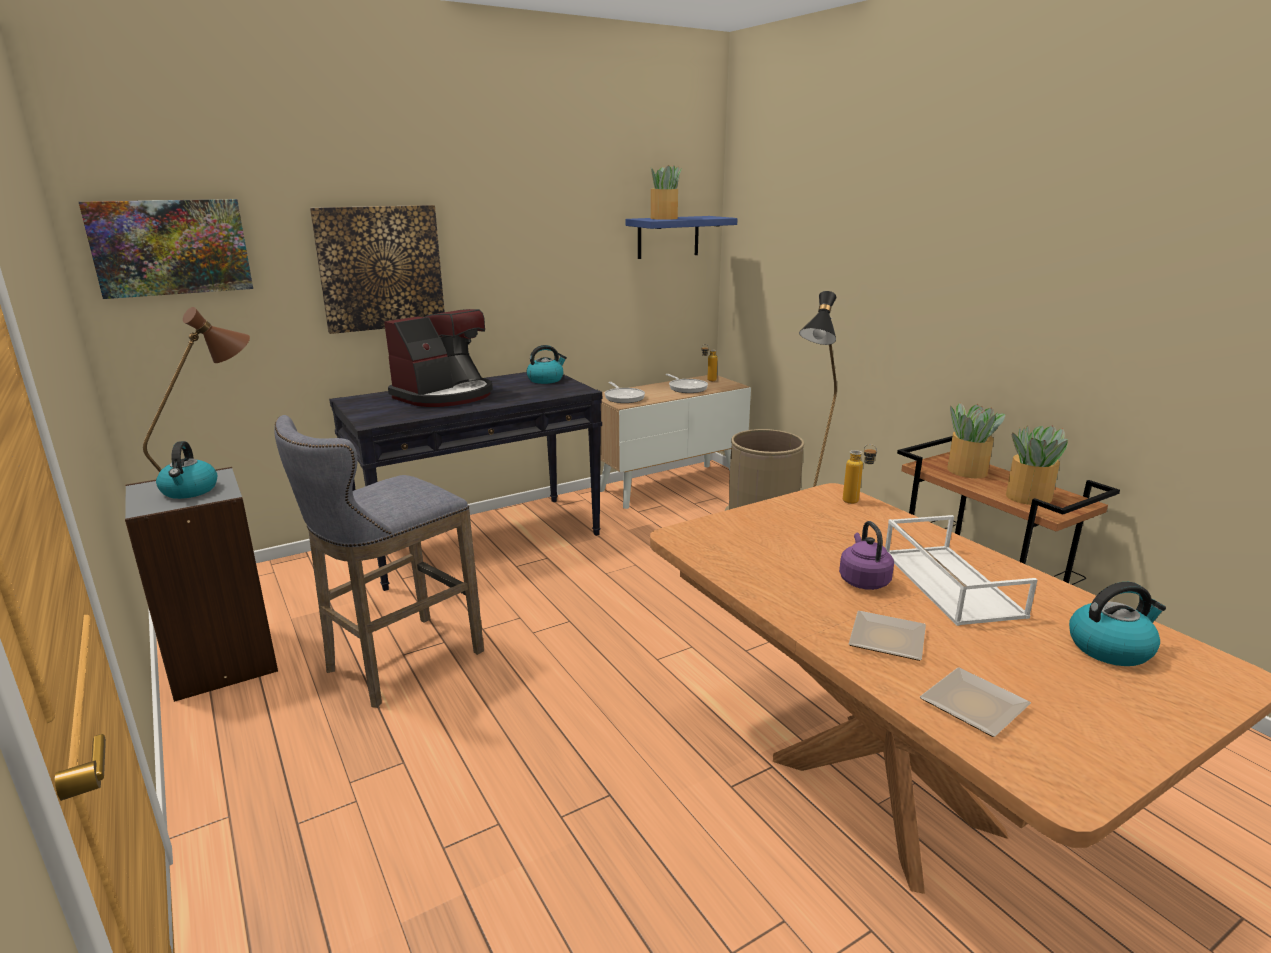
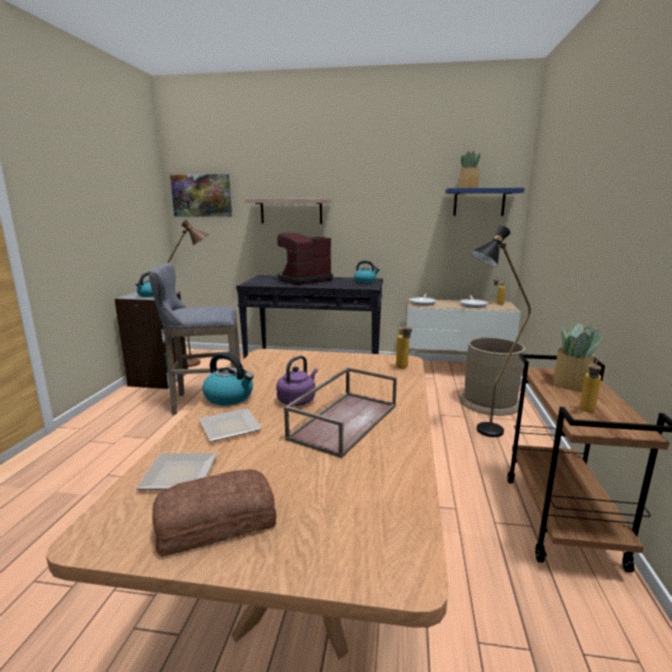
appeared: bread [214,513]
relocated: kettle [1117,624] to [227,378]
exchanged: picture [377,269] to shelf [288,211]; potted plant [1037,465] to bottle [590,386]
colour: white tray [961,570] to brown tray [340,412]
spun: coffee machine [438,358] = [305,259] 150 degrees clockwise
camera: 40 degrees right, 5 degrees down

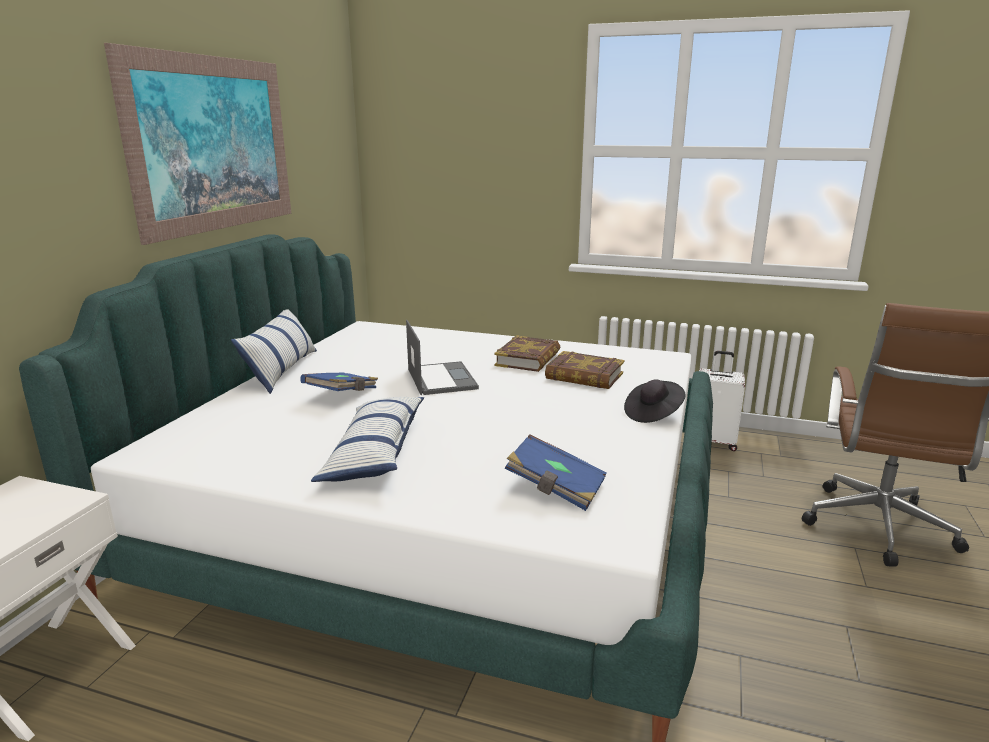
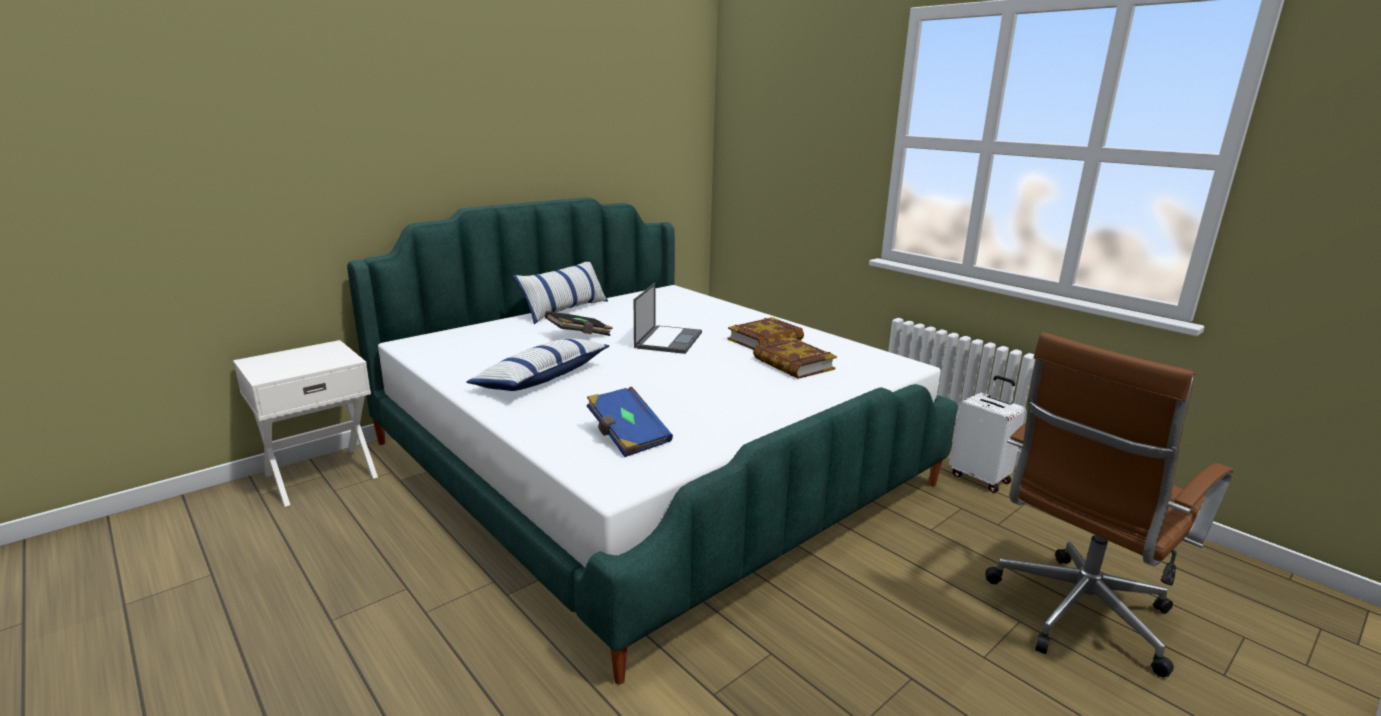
missing: picture [197,144]; black hat [654,401]
colour: blue book [339,382] to black book [579,323]
camera: 30 degrees right, 0 degrees up

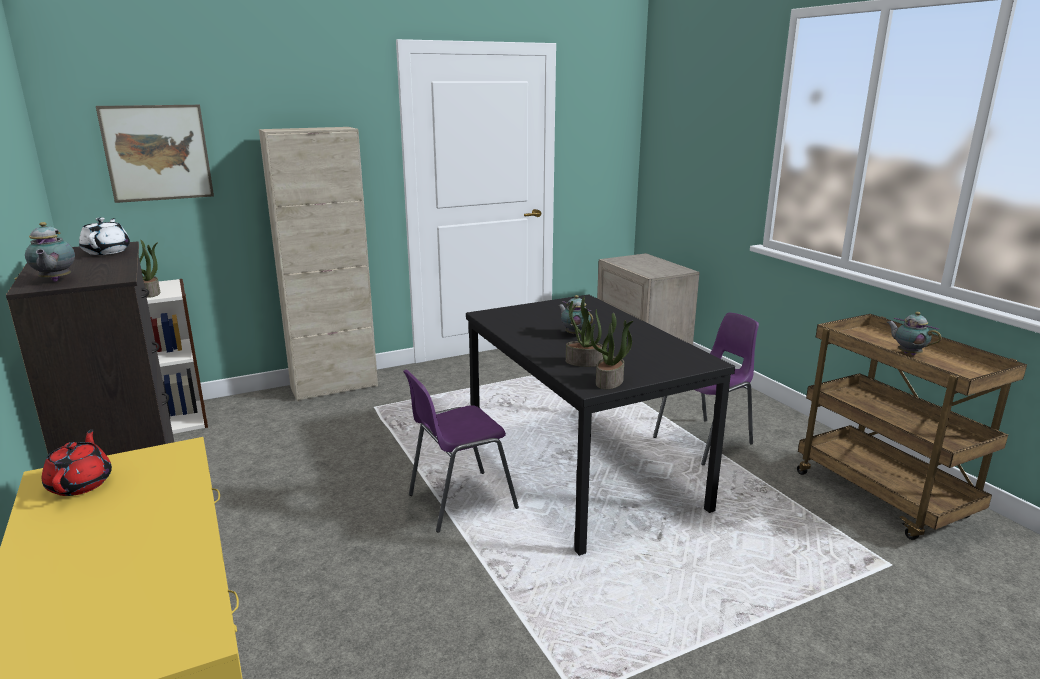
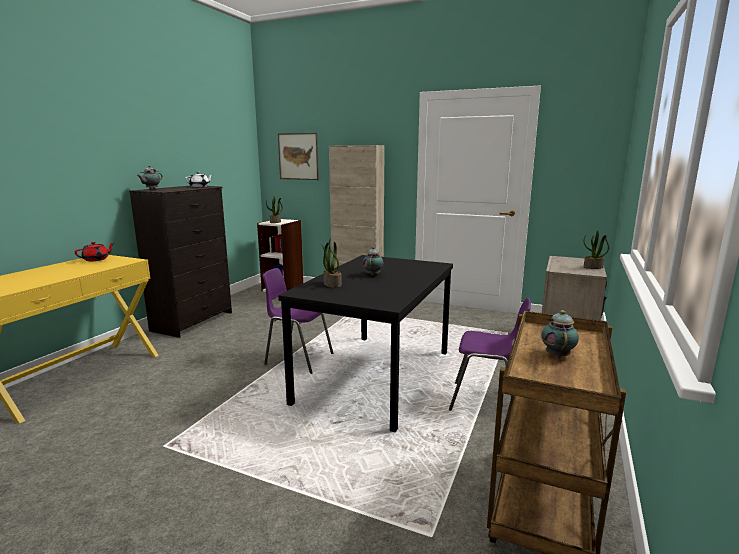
relocated: potted plant [611,351] to [596,249]
camera: 50 degrees right, 5 degrees down

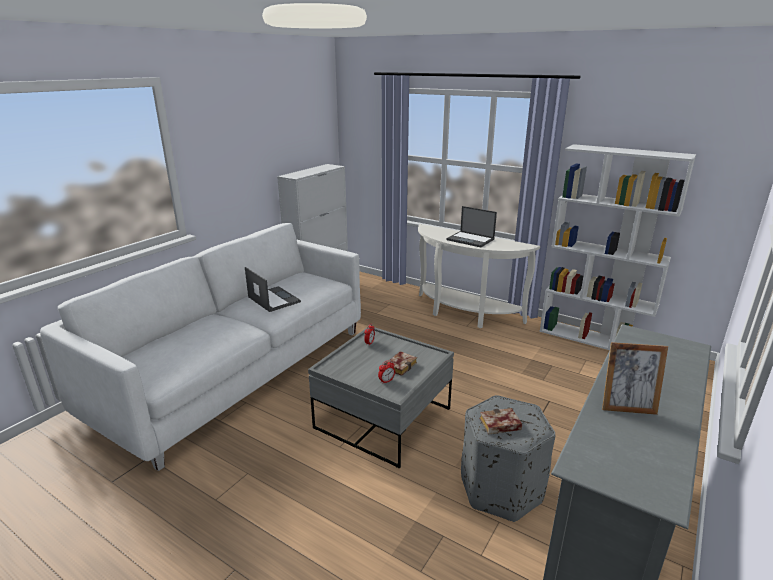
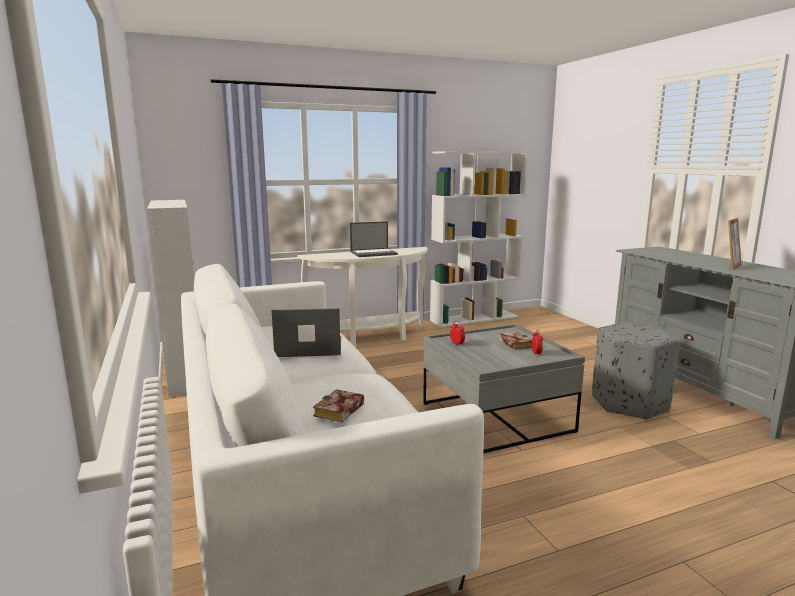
relocated: book [500,421] to [338,406]
camera: 55 degrees left, 10 degrees down

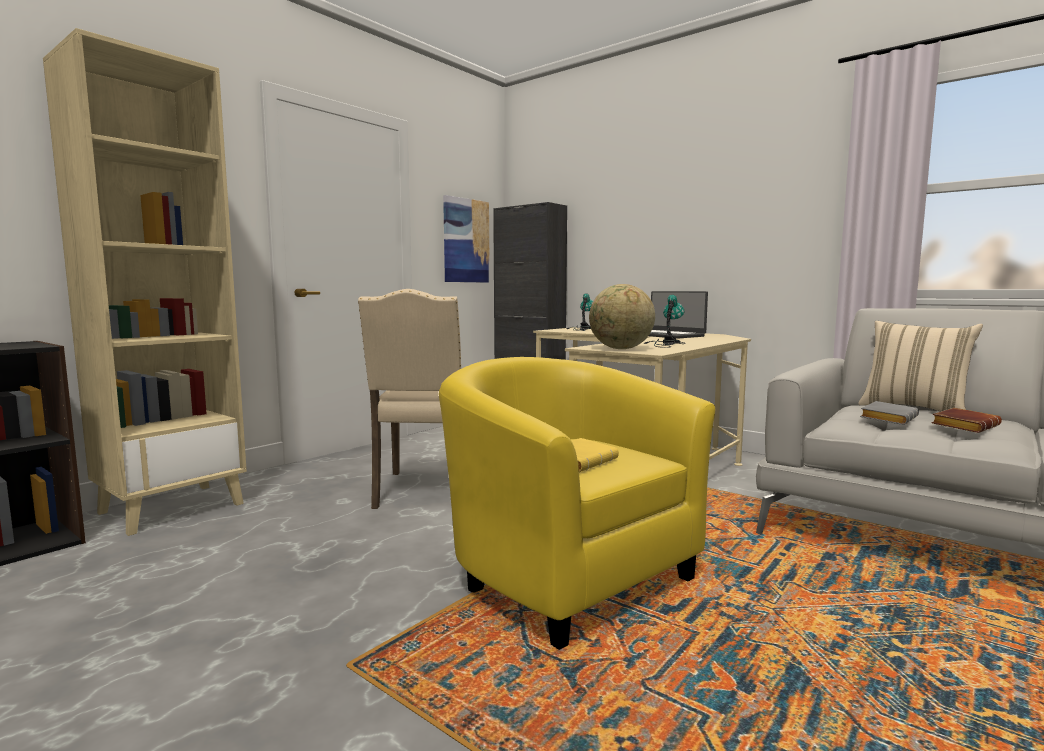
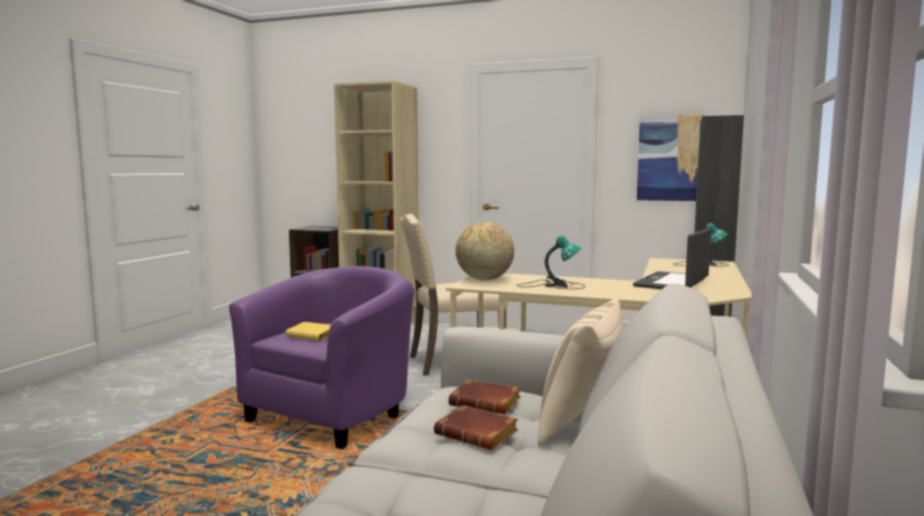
colour: yellow armchair [577,503] to purple armchair [321,357]; grey book [889,413] to brown book [484,397]
camera: 70 degrees right, 0 degrees up

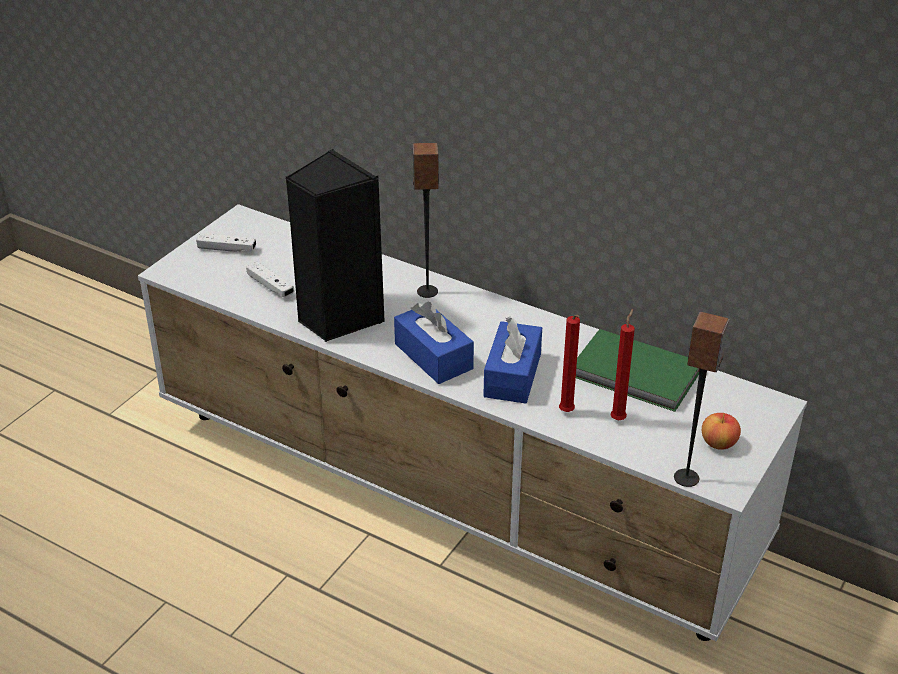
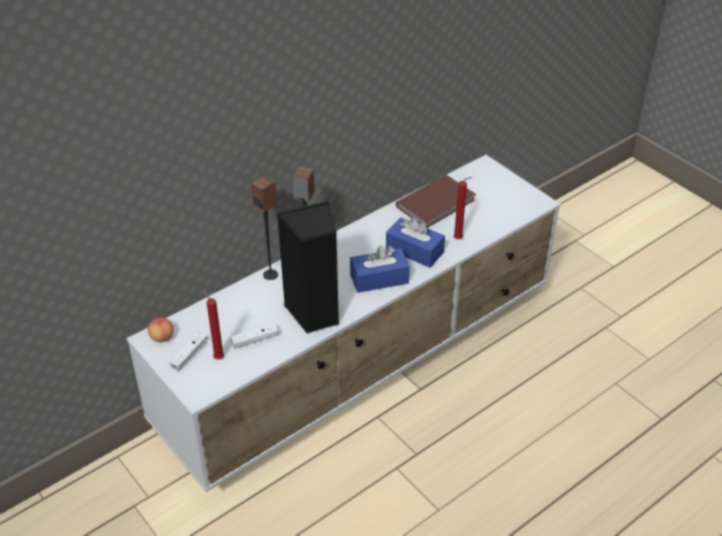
relocated: red candle [623,364] to [214,324]; speaker [701,399] to [264,227]; apple [721,431] to [160,330]
colour: green book [637,370] to brown book [436,201]
camera: 70 degrees left, 5 degrees up

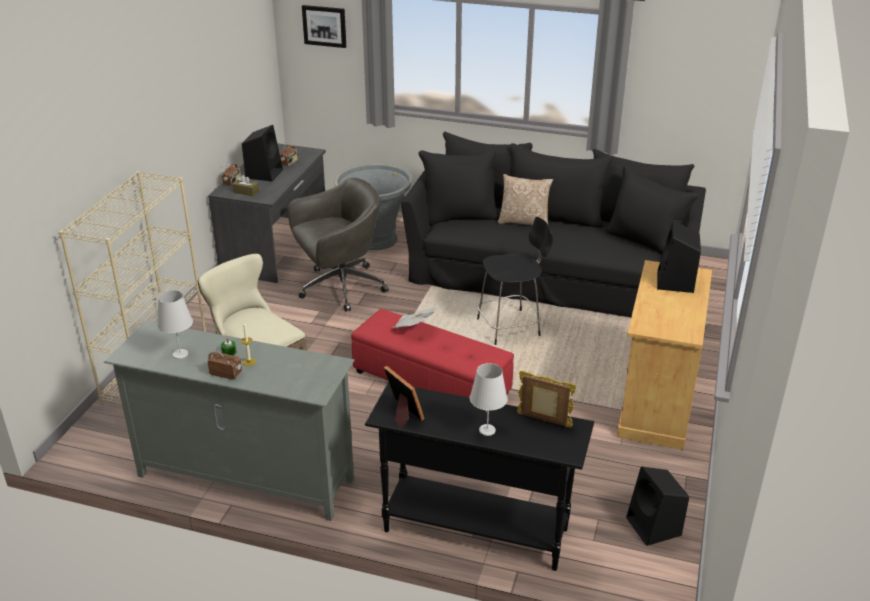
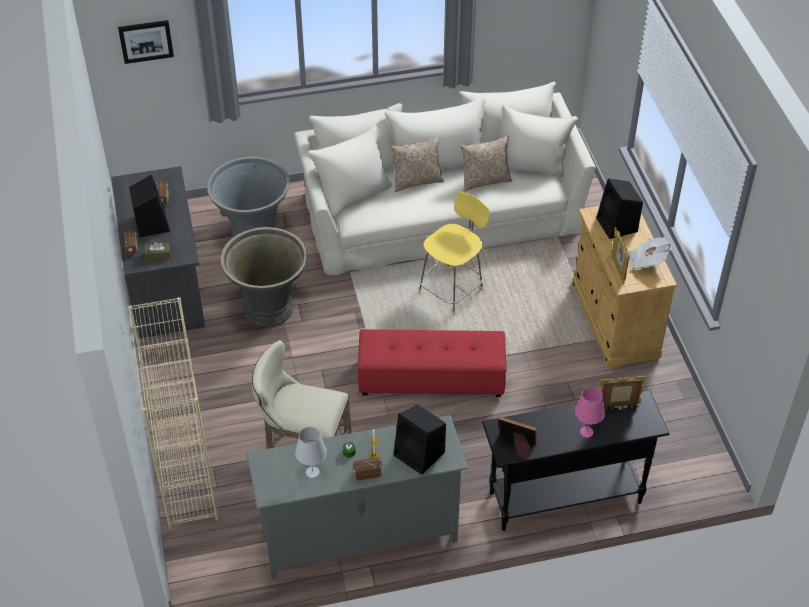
appeared: pillow [486,164]; picture frame [620,255]
relocated: newspaper [414,318] to [650,253]; black speaker [657,506] to [420,439]
exchanged: grey office chair [338,244] to grey planter [264,277]
colour: black sofa [553,224] to beige sofa [445,178]; black stool [515,281] to yellow stool [454,254]; white table lamp [489,399] to pink table lamp [590,412]
camera: 30 degrees left, 15 degrees up

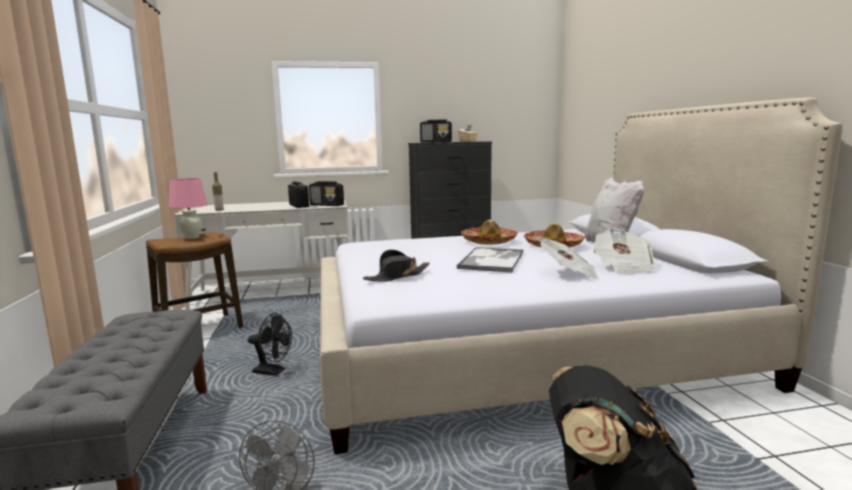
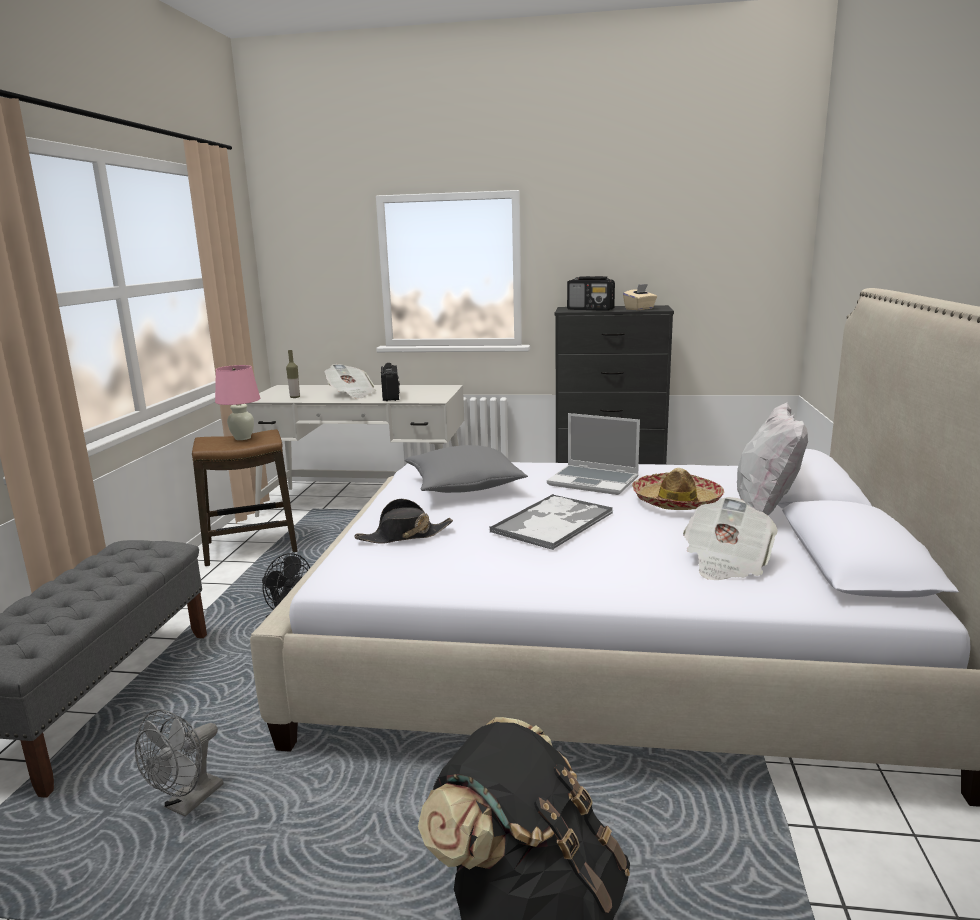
missing: radio [326,193]
appeared: grey pillow [466,469]
relocated: newspaper [568,258] to [350,381]
exchanged: hat [489,232] to laptop [593,454]
camera: 20 degrees right, 5 degrees up

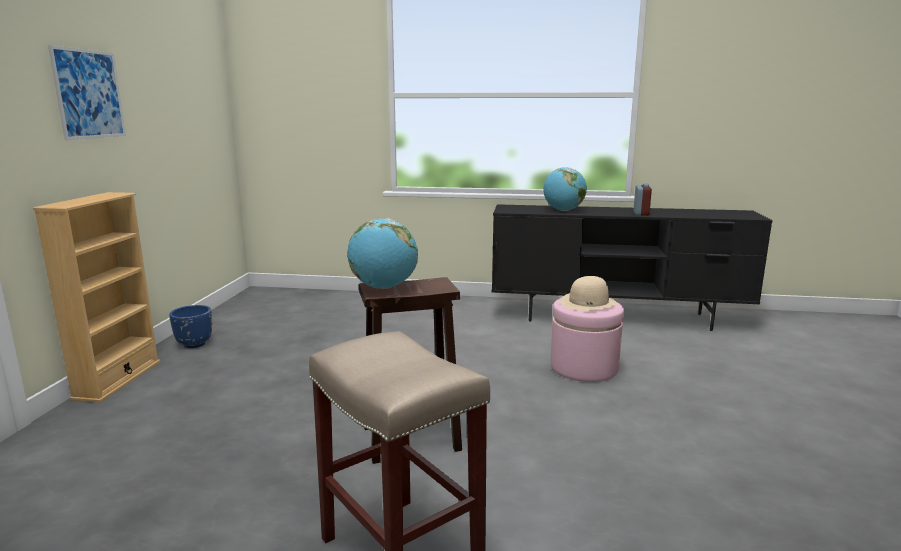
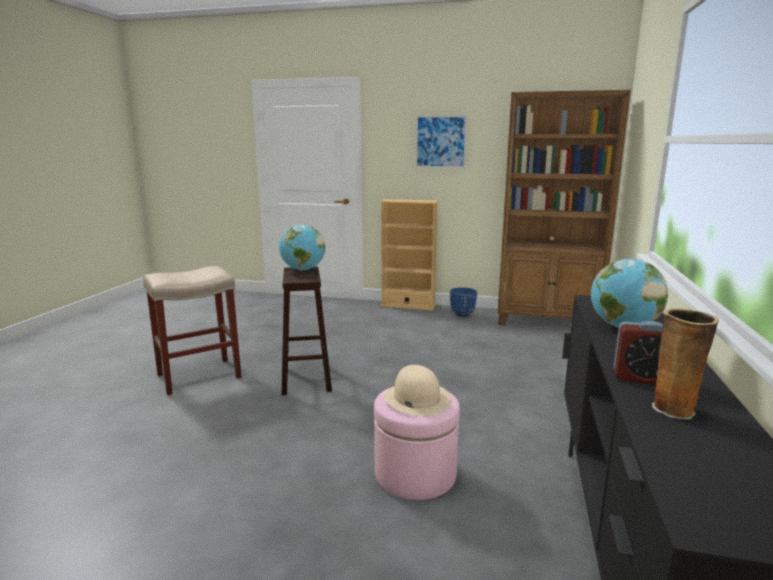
appeared: brown bookcase [564,207]; vase [685,363]
camera: 95 degrees right, 0 degrees up

